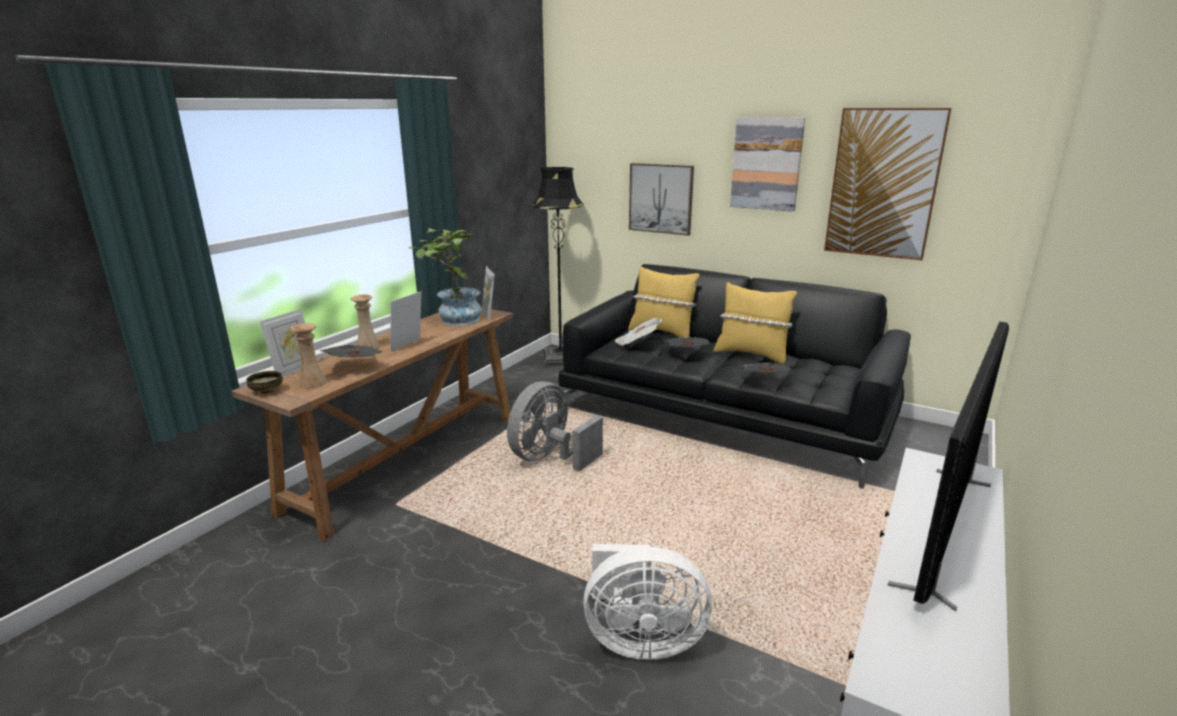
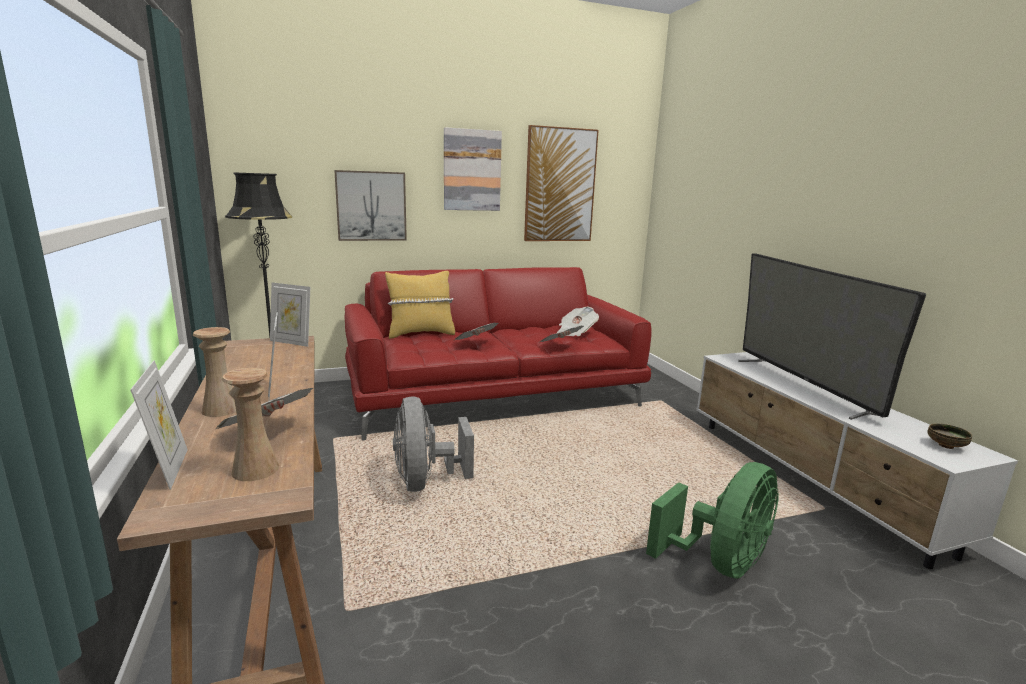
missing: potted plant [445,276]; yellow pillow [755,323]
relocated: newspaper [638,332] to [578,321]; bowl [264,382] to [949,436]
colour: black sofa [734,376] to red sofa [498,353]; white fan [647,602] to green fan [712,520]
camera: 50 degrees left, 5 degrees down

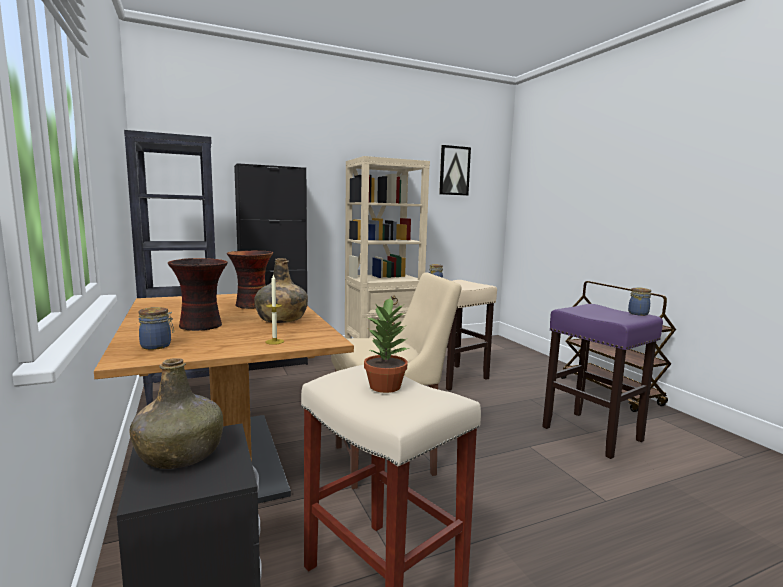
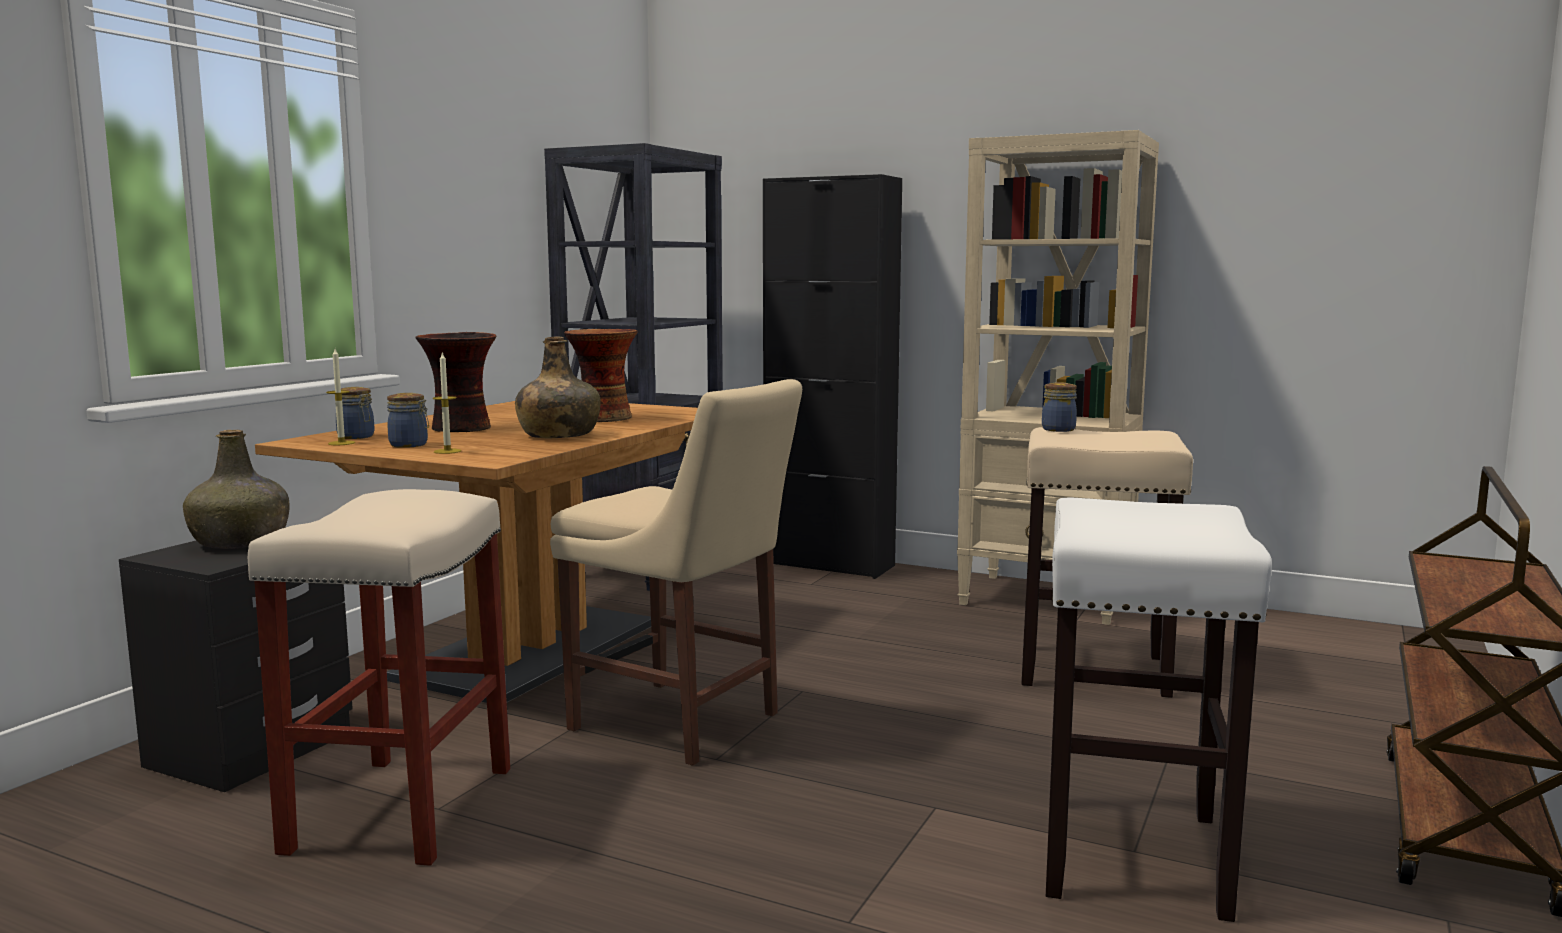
missing: picture [455,170]; potted plant [386,344]
appeared: candle [340,397]
relocated: jar [639,301] to [408,420]
colour: purple stool [602,381] to white stool [1159,709]
camera: 50 degrees right, 0 degrees up

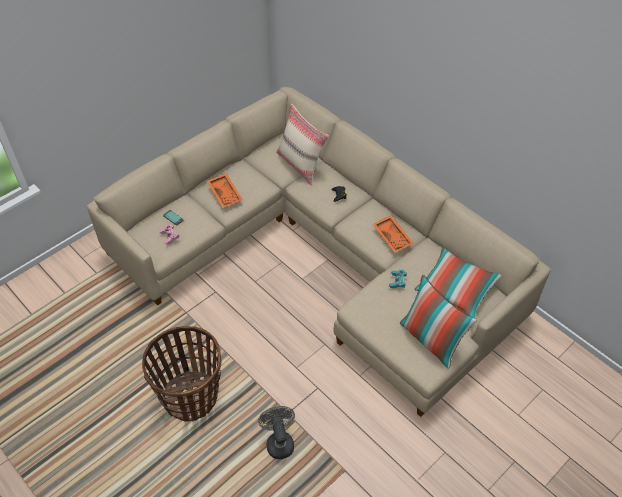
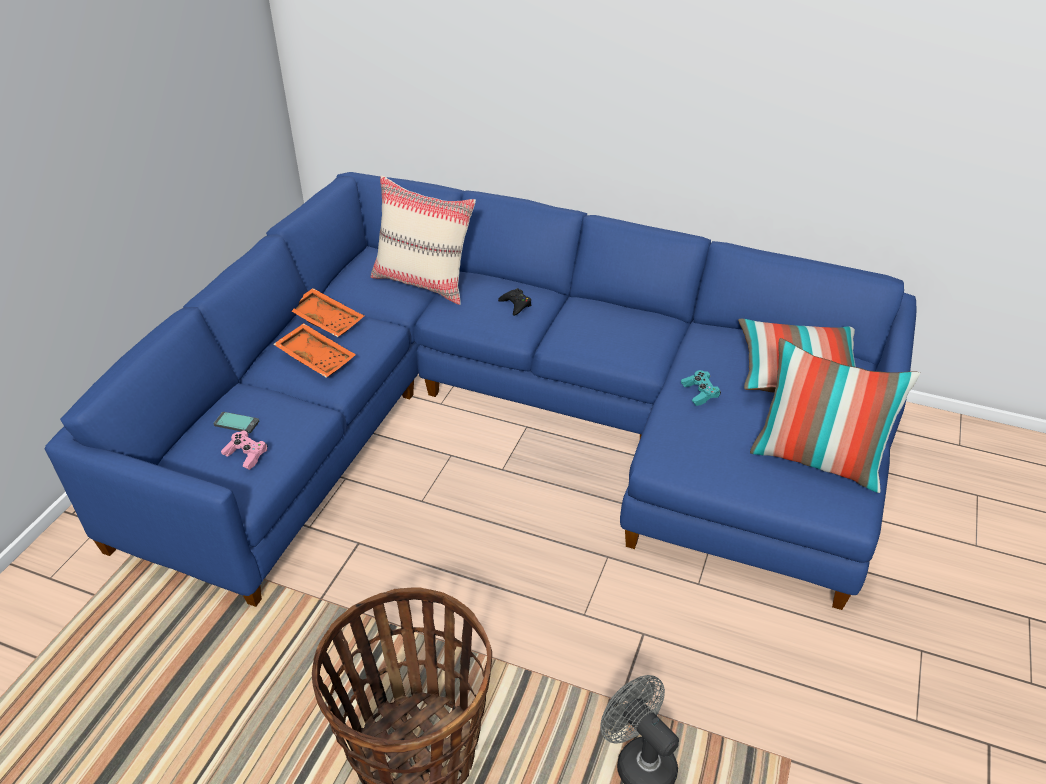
relocated: orange tray [393,234] to [328,312]
colour: beige sofa [319,252] to blue sofa [480,391]
camera: 25 degrees left, 10 degrees down

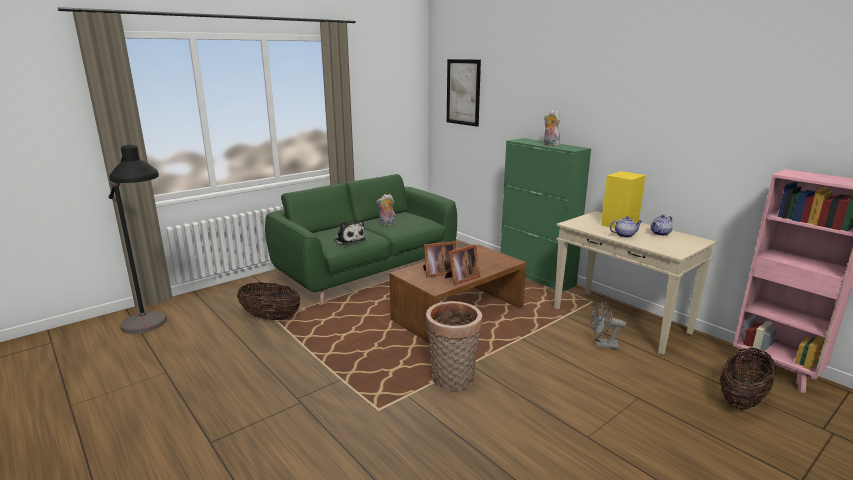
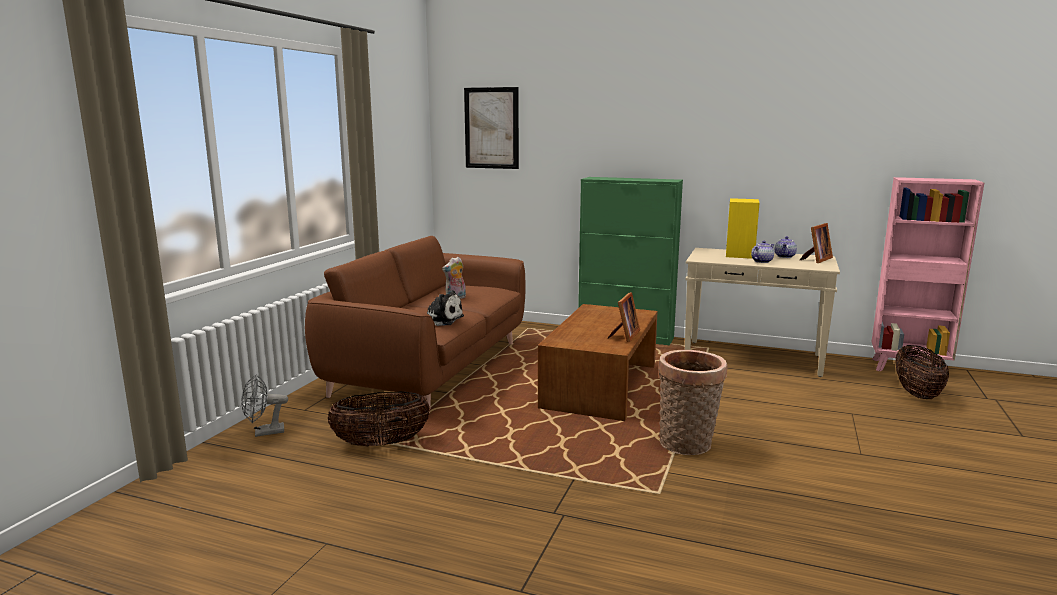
missing: plush toy [552,128]; black floor lamp [138,239]
relocated: picture frame [439,259] to [816,243]; grey fan [609,325] to [265,405]
colour: green sofa [361,239] to brown sofa [415,324]
camera: 30 degrees left, 5 degrees down

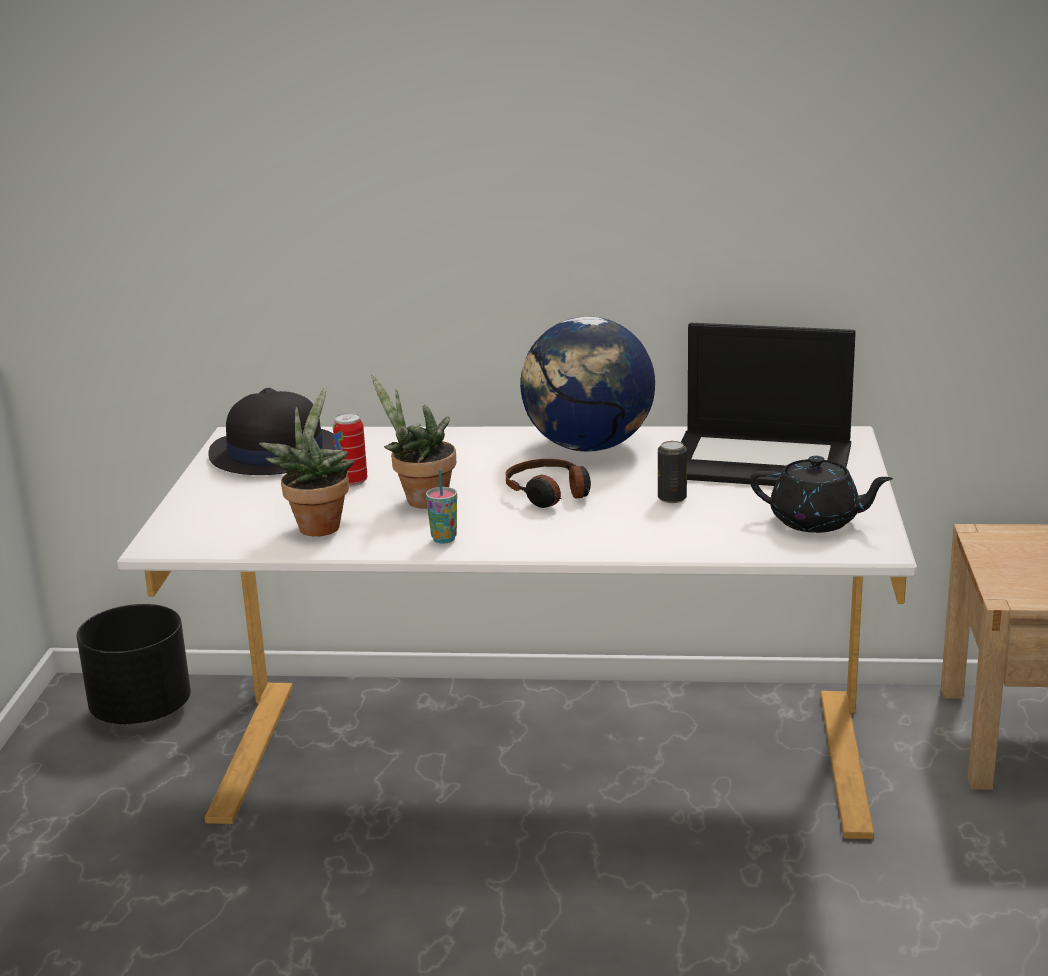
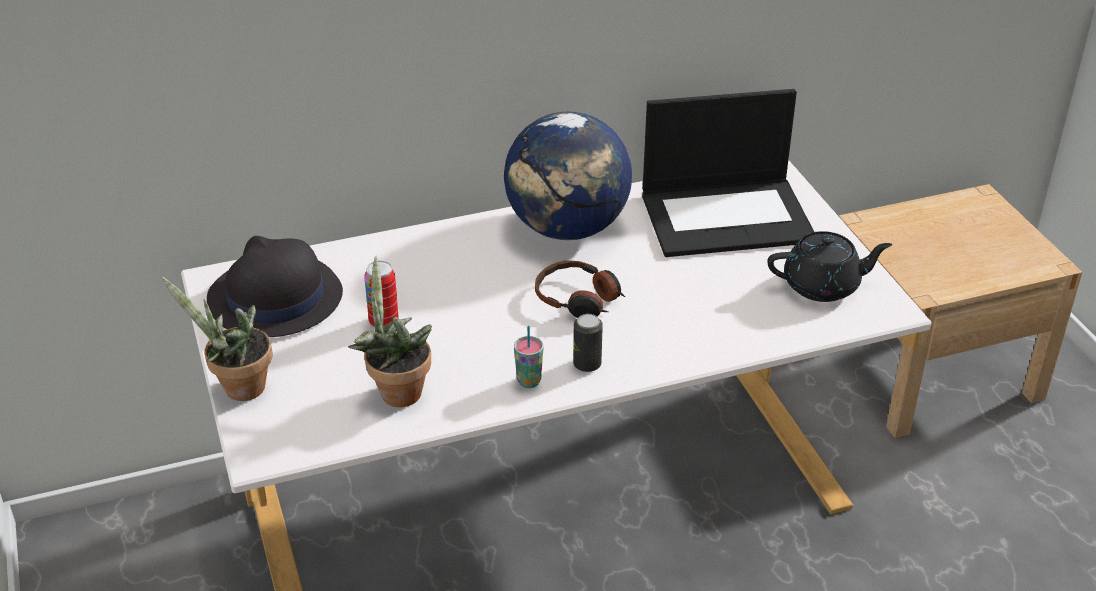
missing: black planter [134,664]
relocated: potted plant [413,441] to [217,339]; can [672,472] to [588,343]
camera: 25 degrees left, 15 degrees up

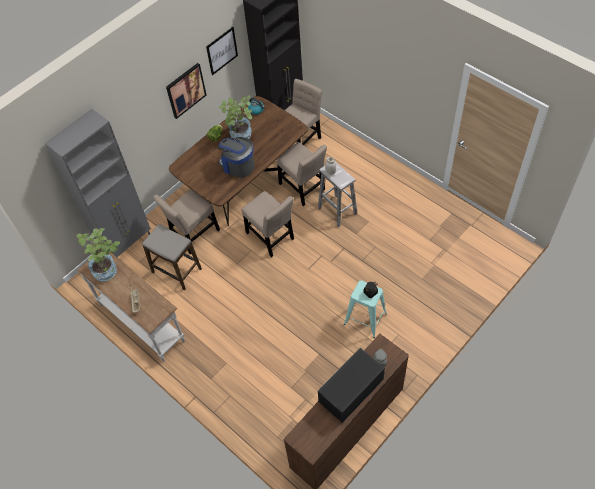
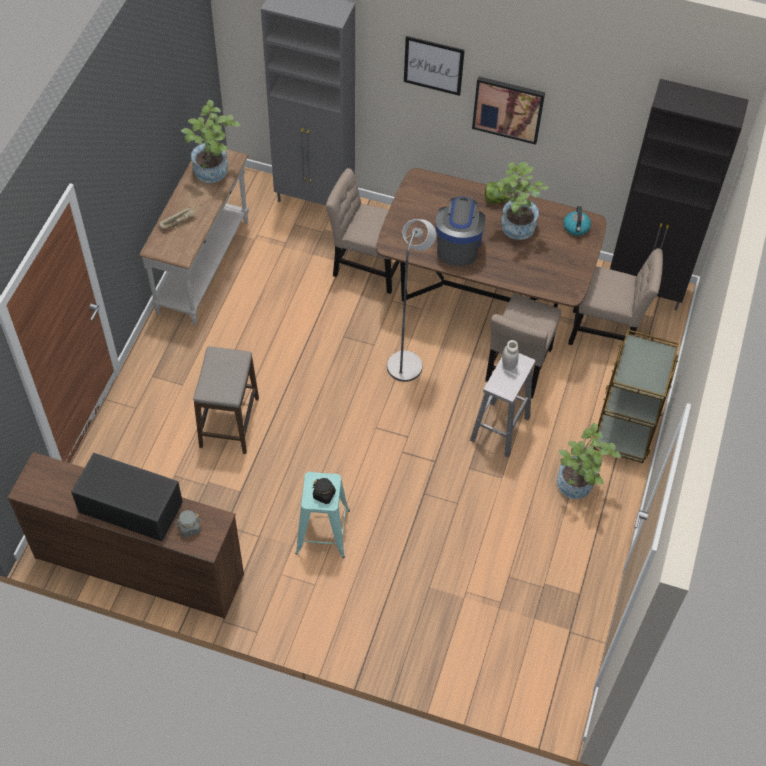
appeared: brown cart [636,396]; potted plant [589,461]
relocated: picture [222,51] to [434,66]; stool [172,257] to [226,400]
exchanged: beige chair [268,224] to grey floor lamp [411,300]
camera: 60 degrees right, 0 degrees up

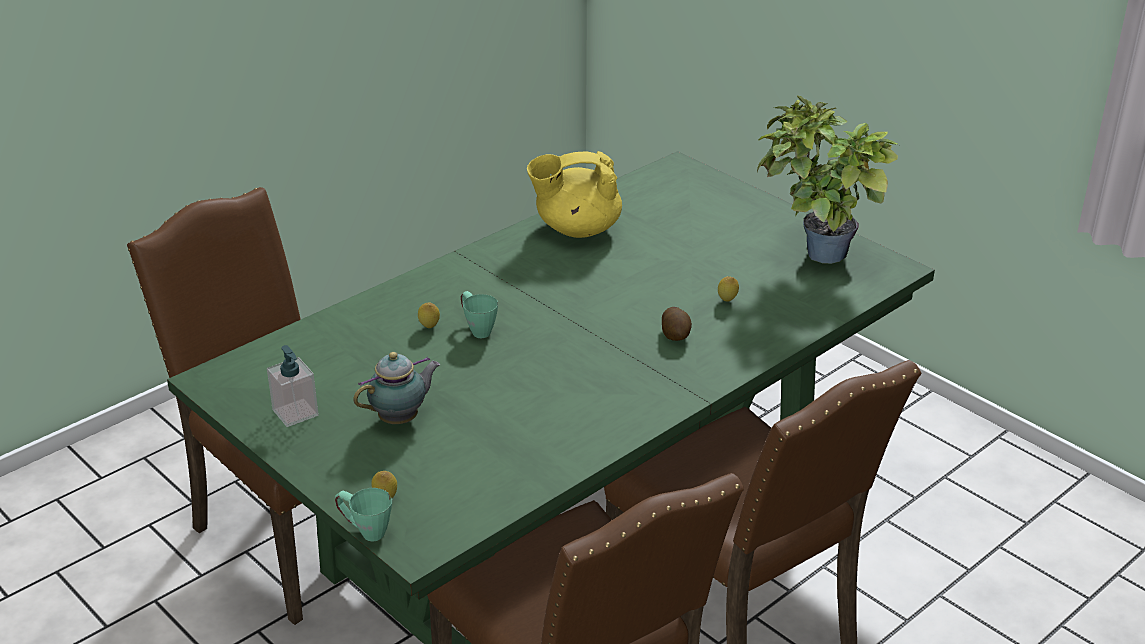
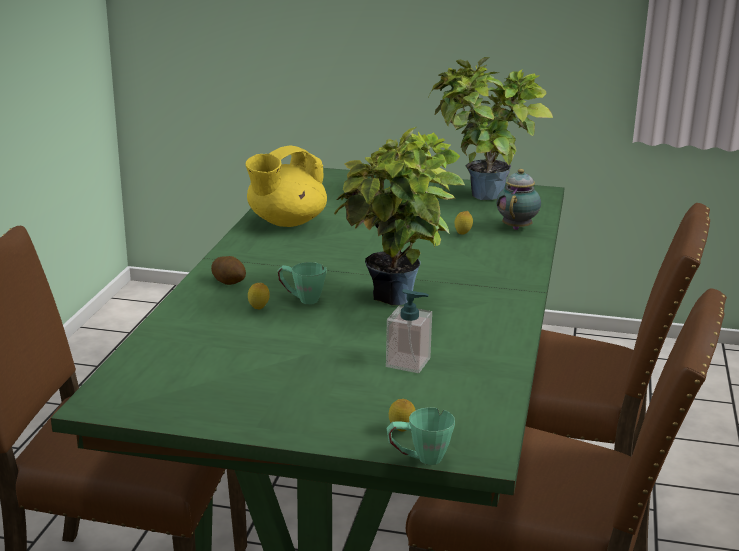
appeared: potted plant [399,216]
relocated: potato [677,324] to [228,270]; soap dispenser [293,386] to [409,331]; teapot [396,388] to [518,199]
camera: 35 degrees left, 10 degrees down

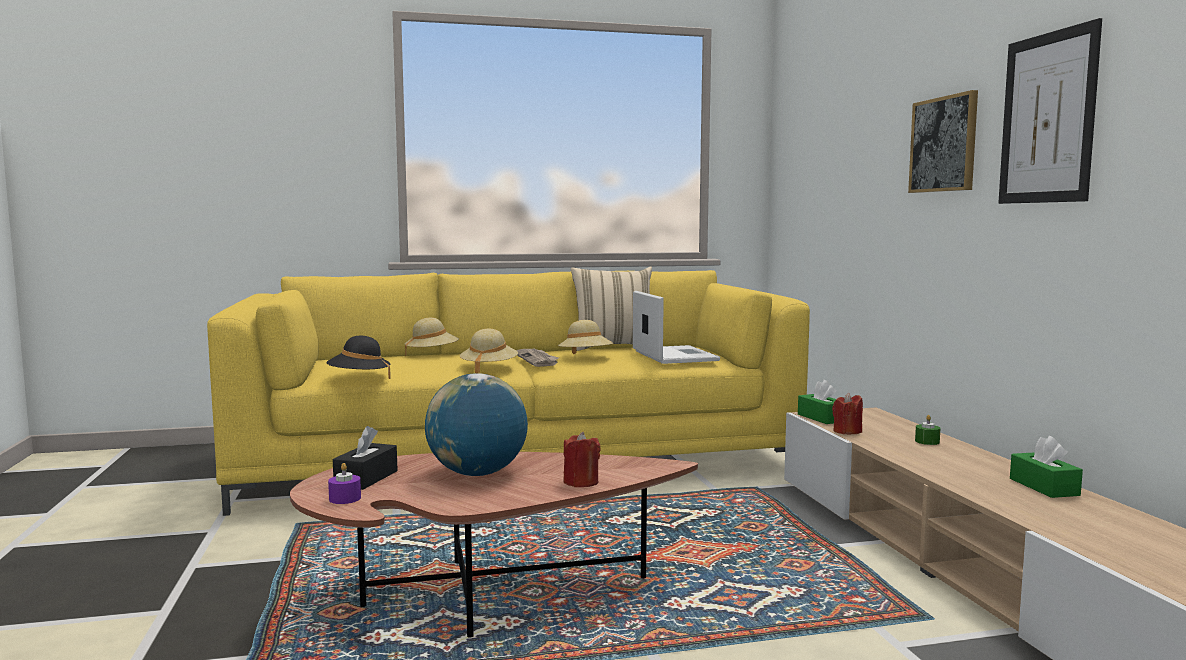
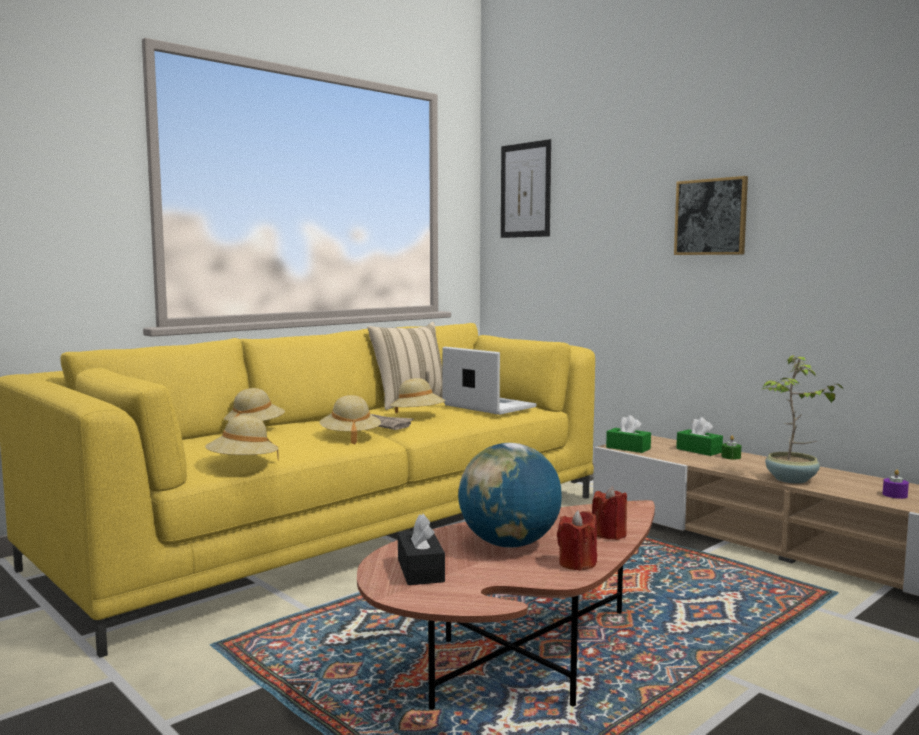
appeared: potted plant [802,419]
relocated: picture [1050,111] to [526,188]; red candle [847,413] to [577,540]; green tissue box [1046,467] to [699,436]; purple candle [344,483] to [896,484]
colour: black hat [359,357] to beige hat [242,438]
camera: 30 degrees left, 0 degrees up

